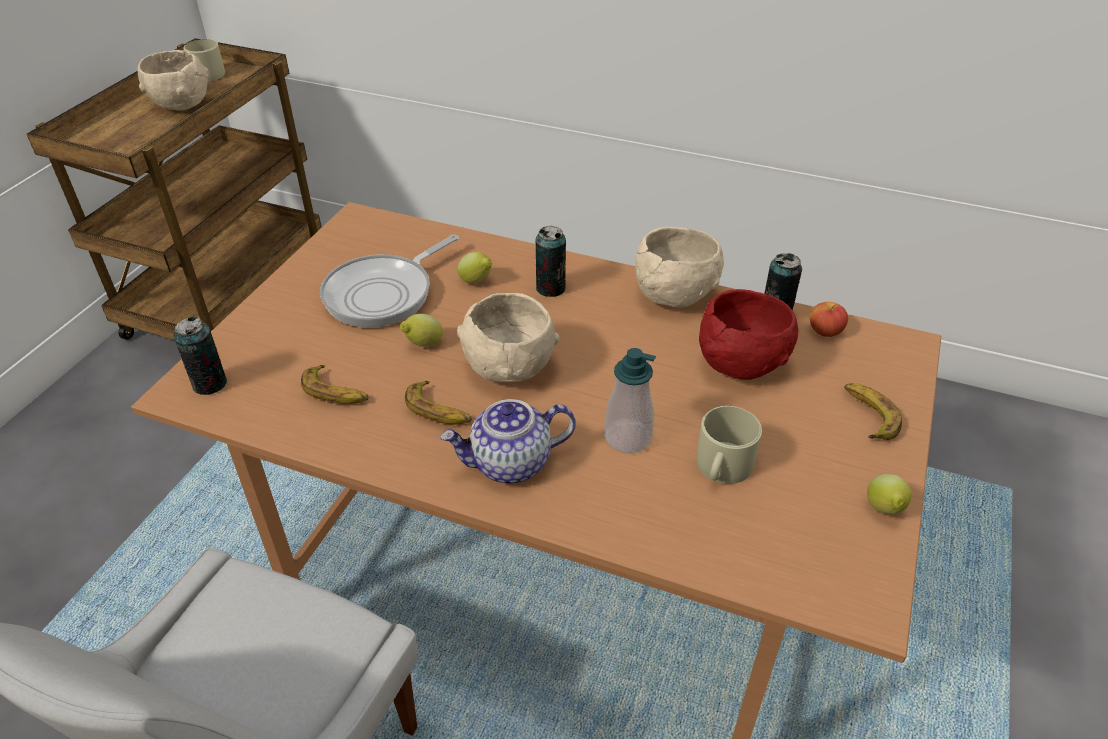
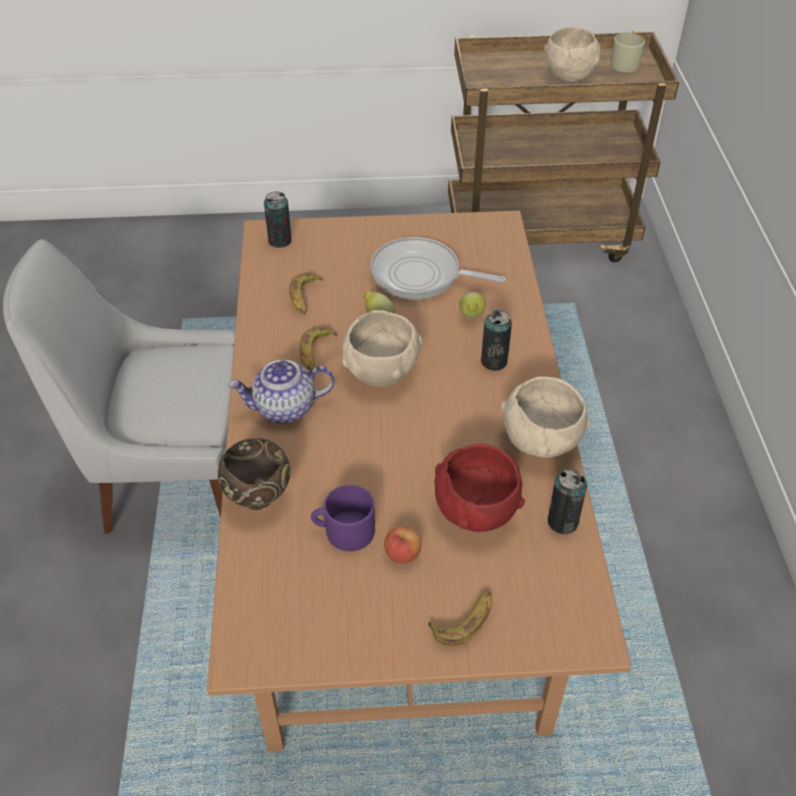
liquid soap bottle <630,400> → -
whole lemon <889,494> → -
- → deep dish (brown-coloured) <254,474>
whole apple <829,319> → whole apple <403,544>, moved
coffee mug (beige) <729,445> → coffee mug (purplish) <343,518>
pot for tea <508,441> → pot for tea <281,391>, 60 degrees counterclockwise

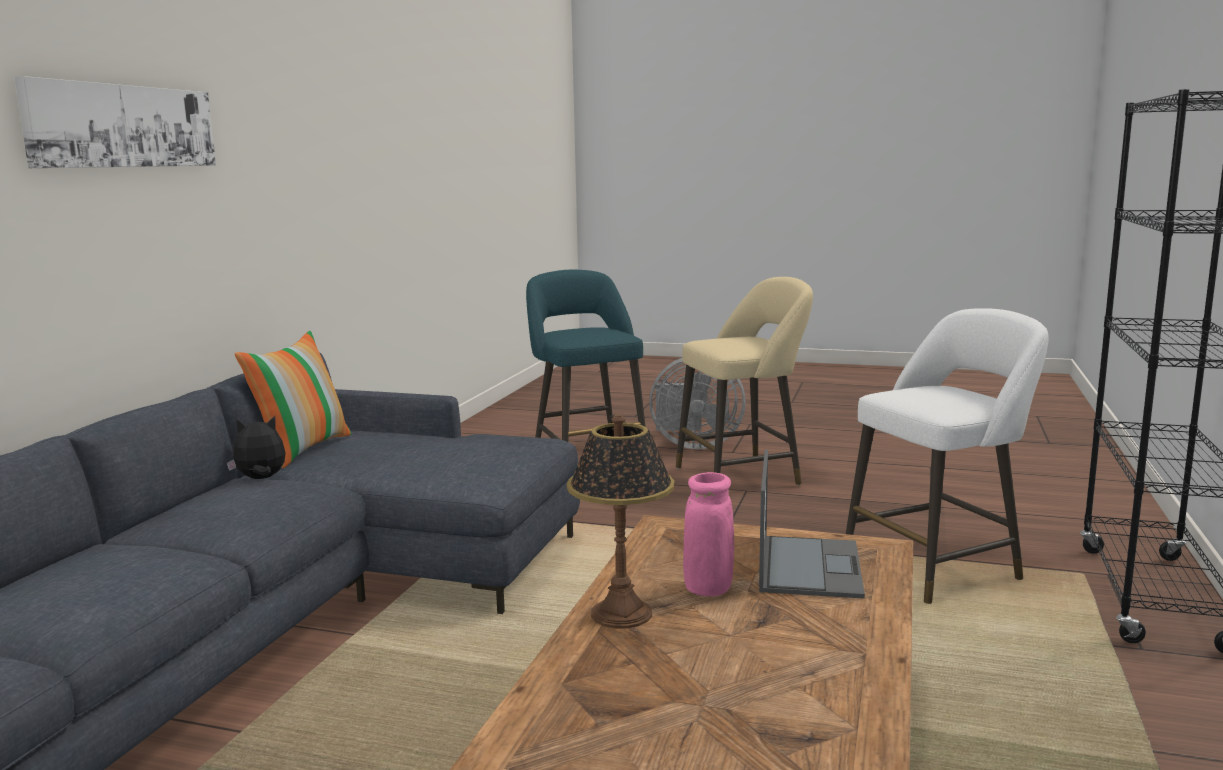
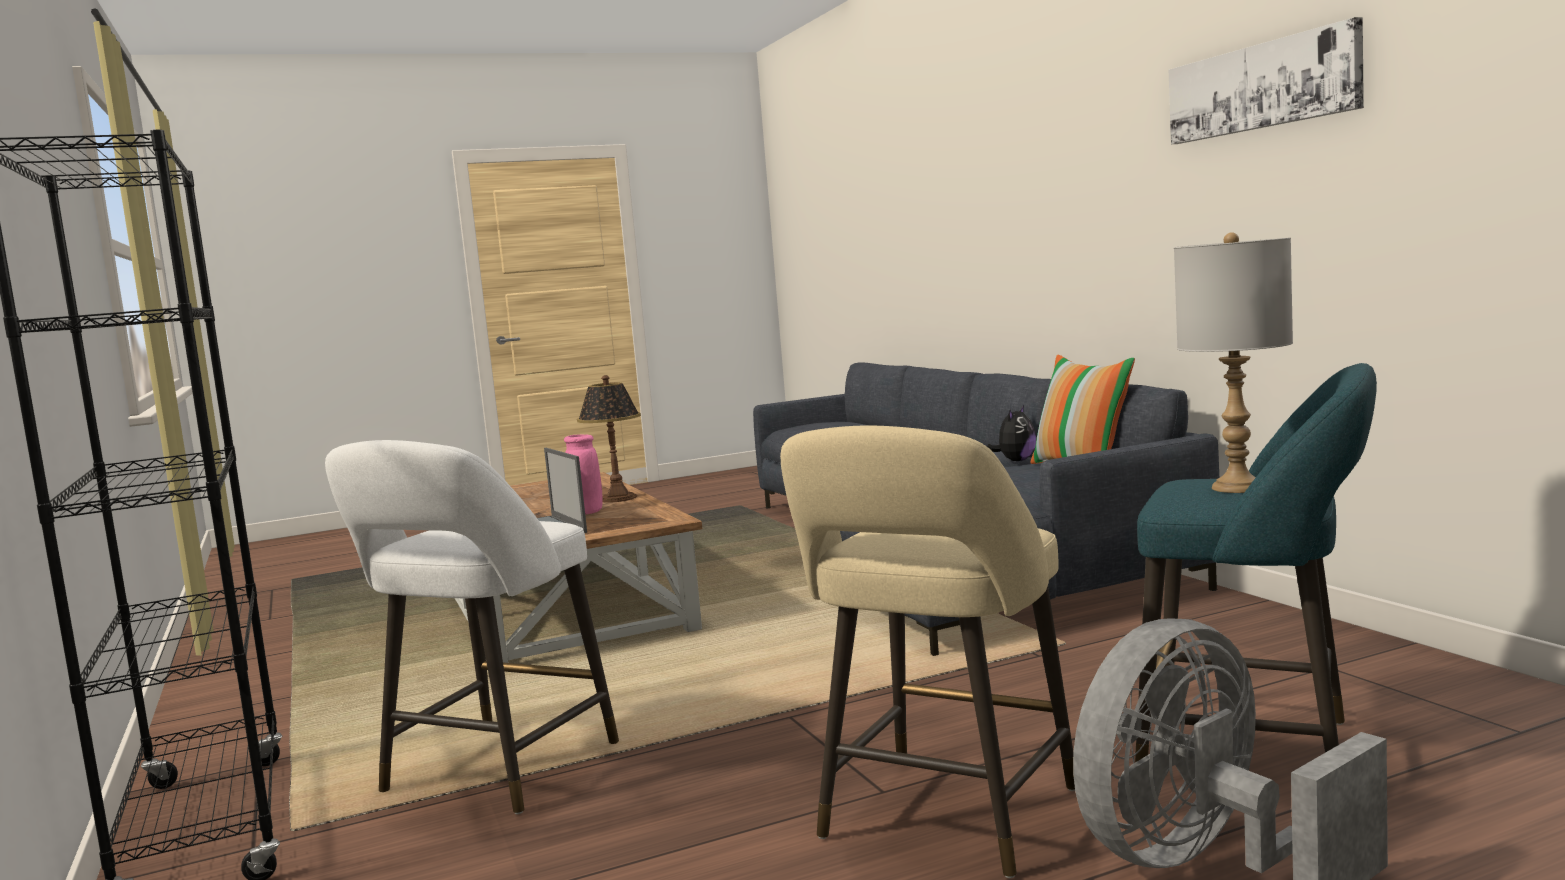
- → table lamp (gray) <1233,362>
wall art <115,122> → wall art <1266,80>, moved

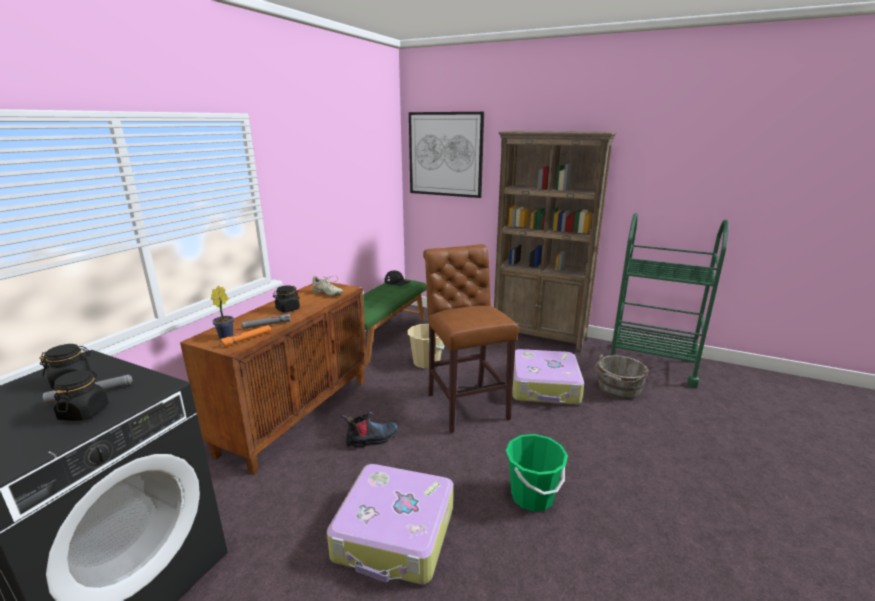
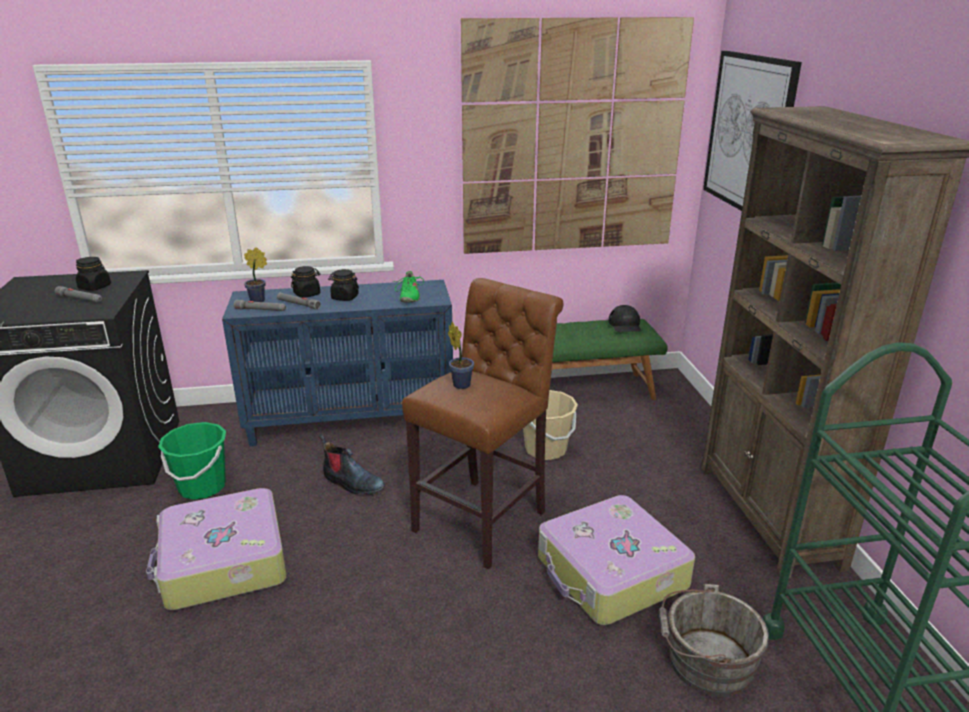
- → potted plant <461,355>
- → wall art <577,135>
jar (blackish) <81,395> → jar (blackish) <305,282>, moved
pail (greenish) <537,473> → pail (greenish) <192,461>, moved
cabinet (brown-coloured) <273,378> → cabinet (bluish) <337,363>
torch (orange-coloured) <245,336> → torch (gray) <260,305>
shoe (beige) <327,285> → shoe (greenish) <408,286>

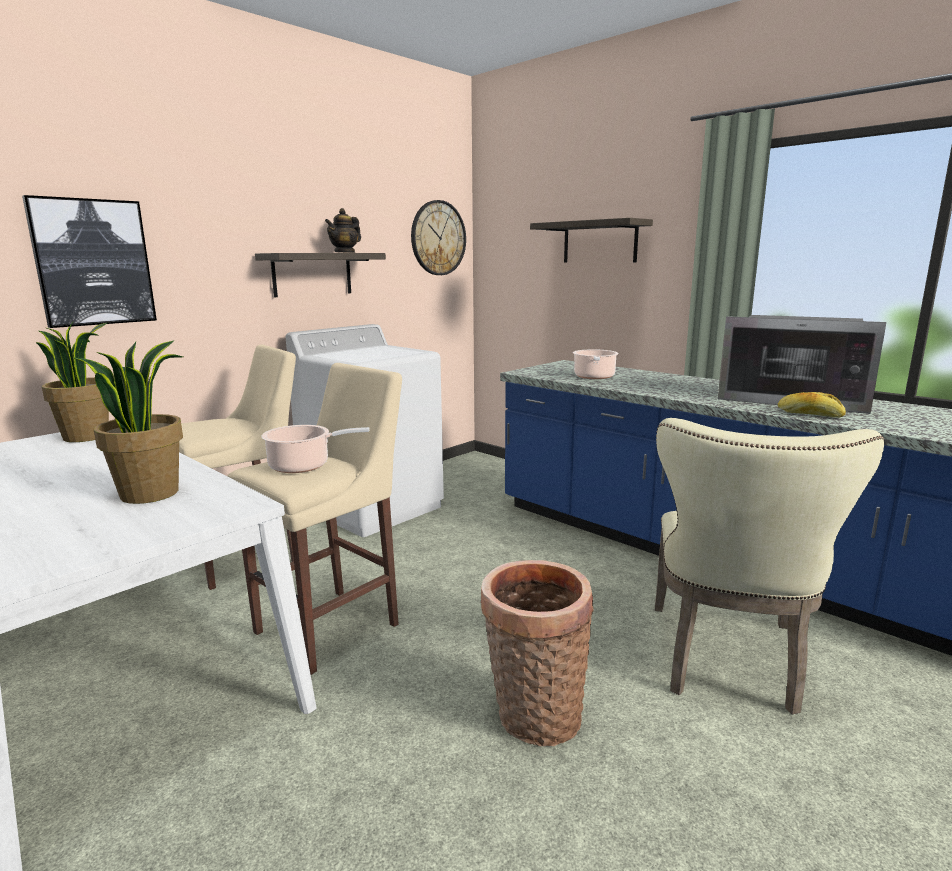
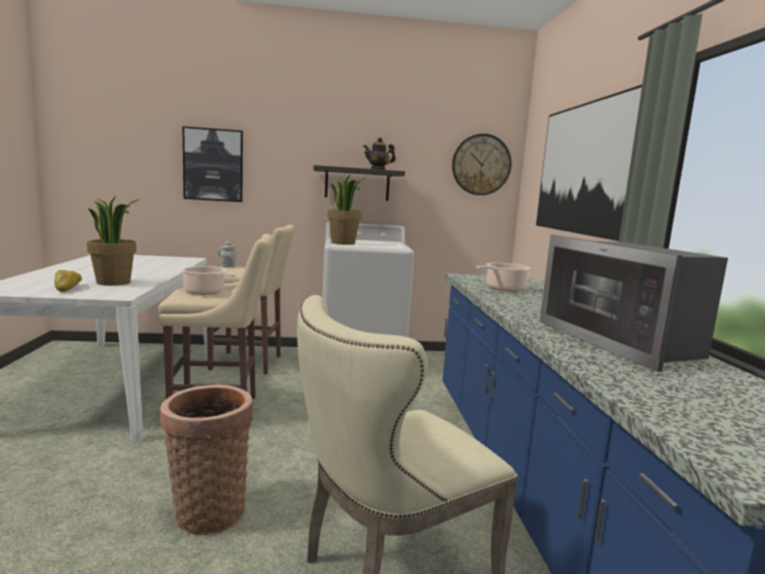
- → pot for tea (gray) <227,254>
potted plant <72,382> → potted plant <346,210>, moved
bakery bread <812,405> → bakery bread <68,281>, moved
shelf <591,240> → wall art <589,163>

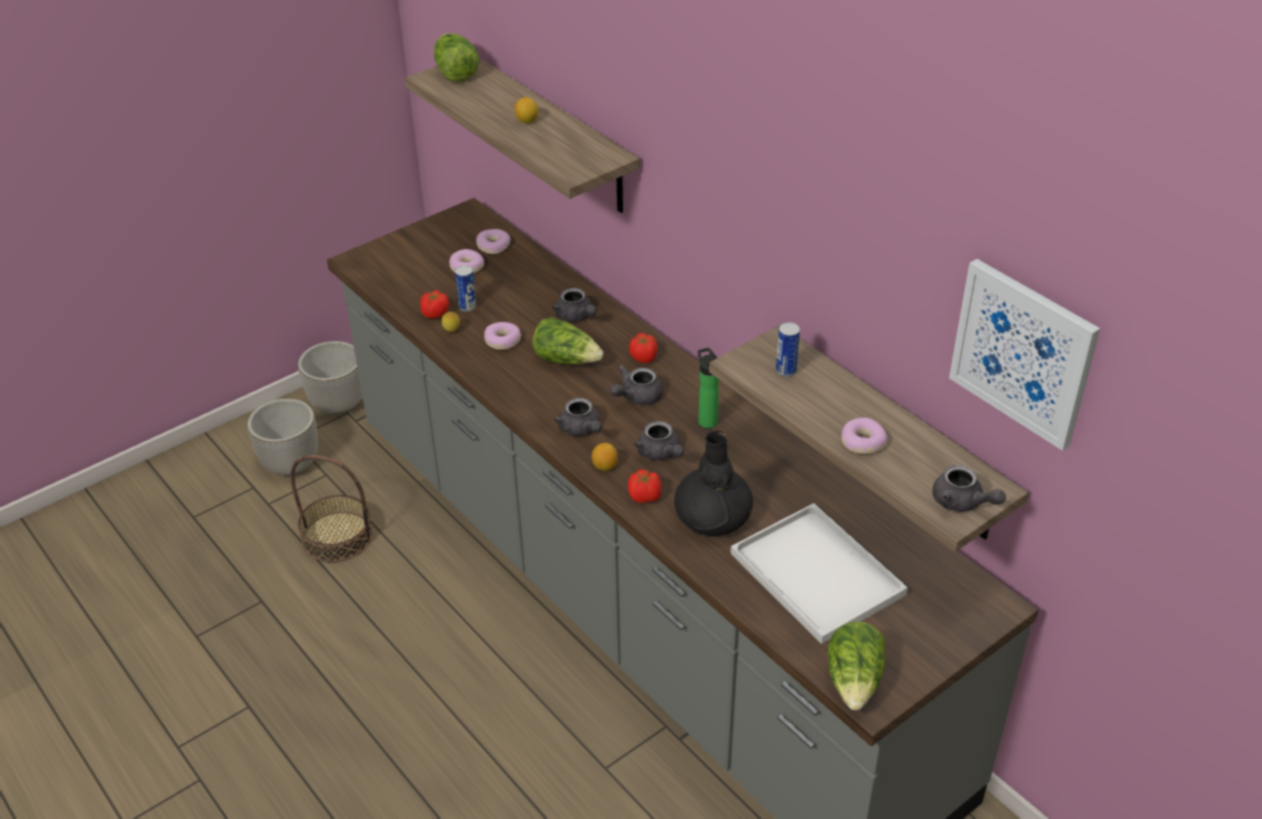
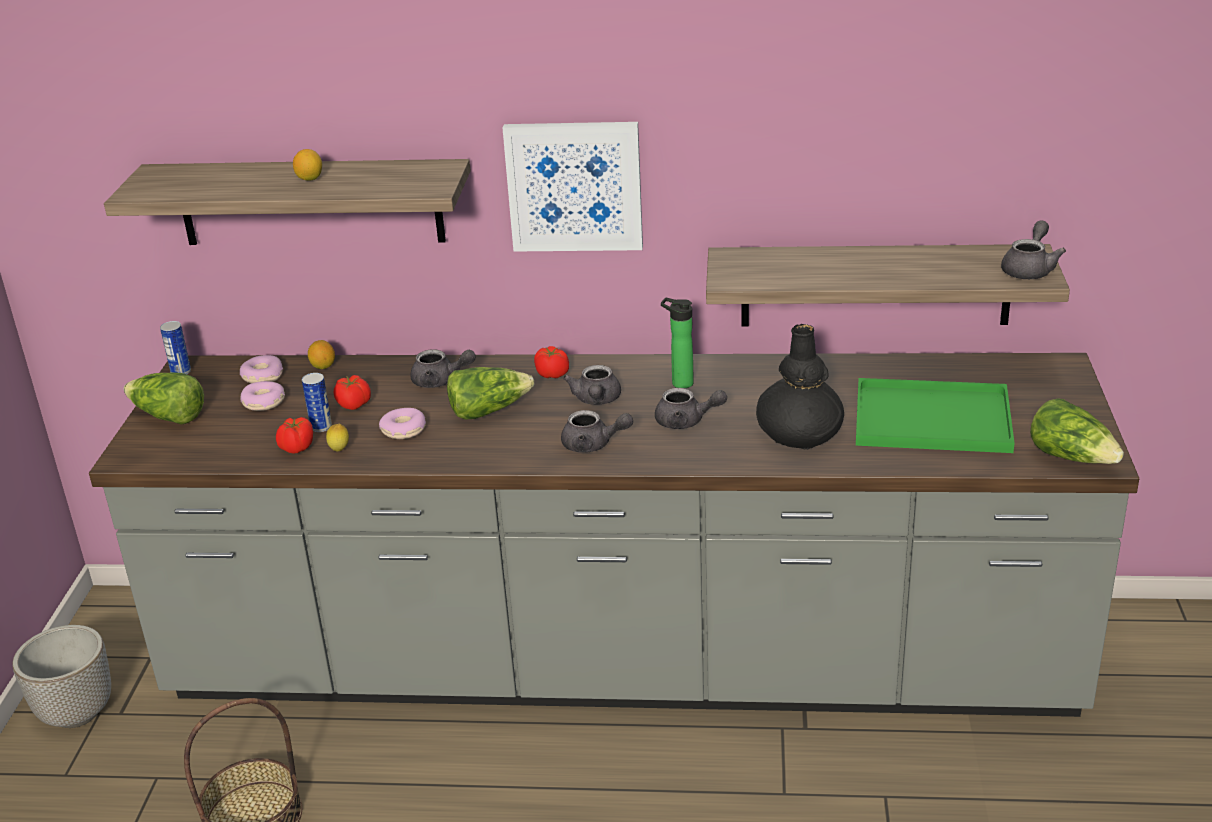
planter <282,437> → -
ring doughnut <864,436> → -
lettuce head <456,57> → lettuce head <164,398>, moved
whole lemon <604,457> → whole lemon <321,354>, moved
whole tomato <644,486> → whole tomato <352,392>, moved
metal can <788,349> → metal can <175,347>, moved
wall art <1024,355> → wall art <573,187>, moved
serving tray (white-coloured) <819,573> → serving tray (greenish) <935,415>
pot for tea (gray) <969,488> → pot for tea (gray) <1033,249>, 60 degrees counterclockwise

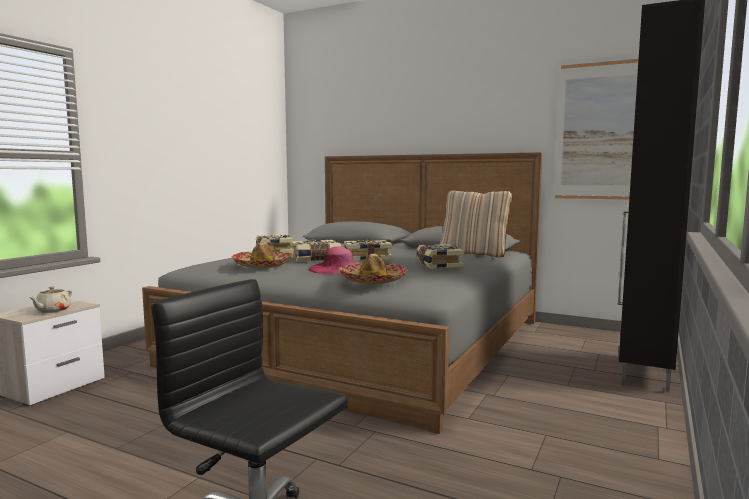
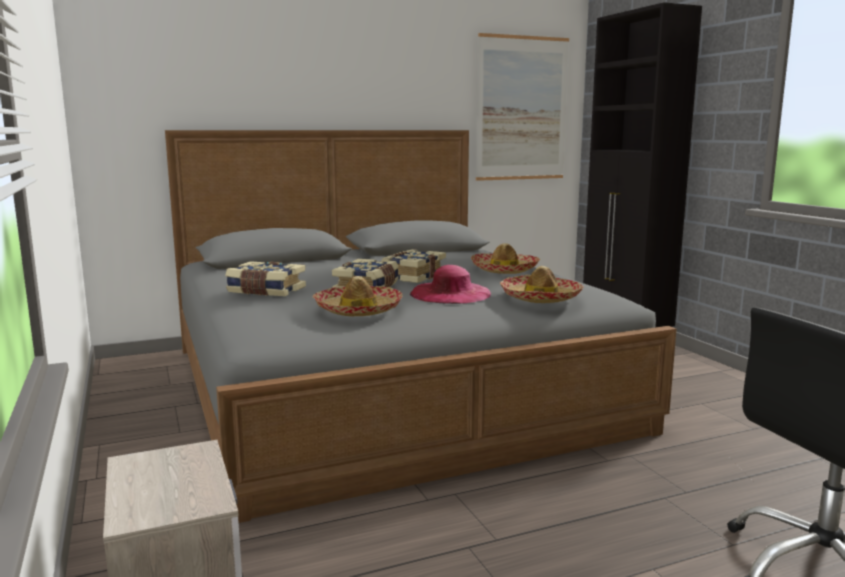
pot for tea (beige) <50,299> → -
cushion (beige) <476,223> → -
bound book <440,256> → clothing hat <505,258>

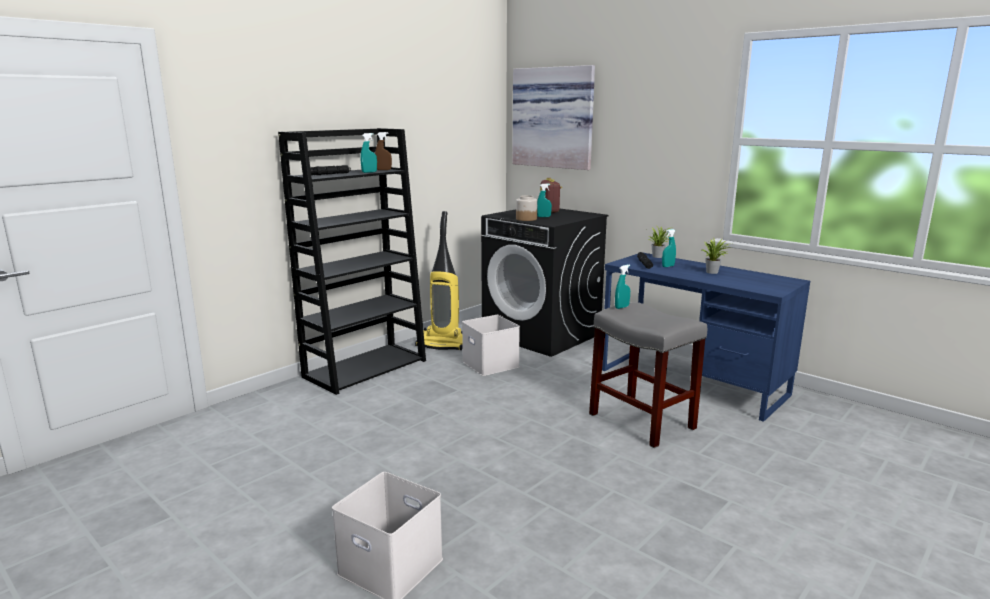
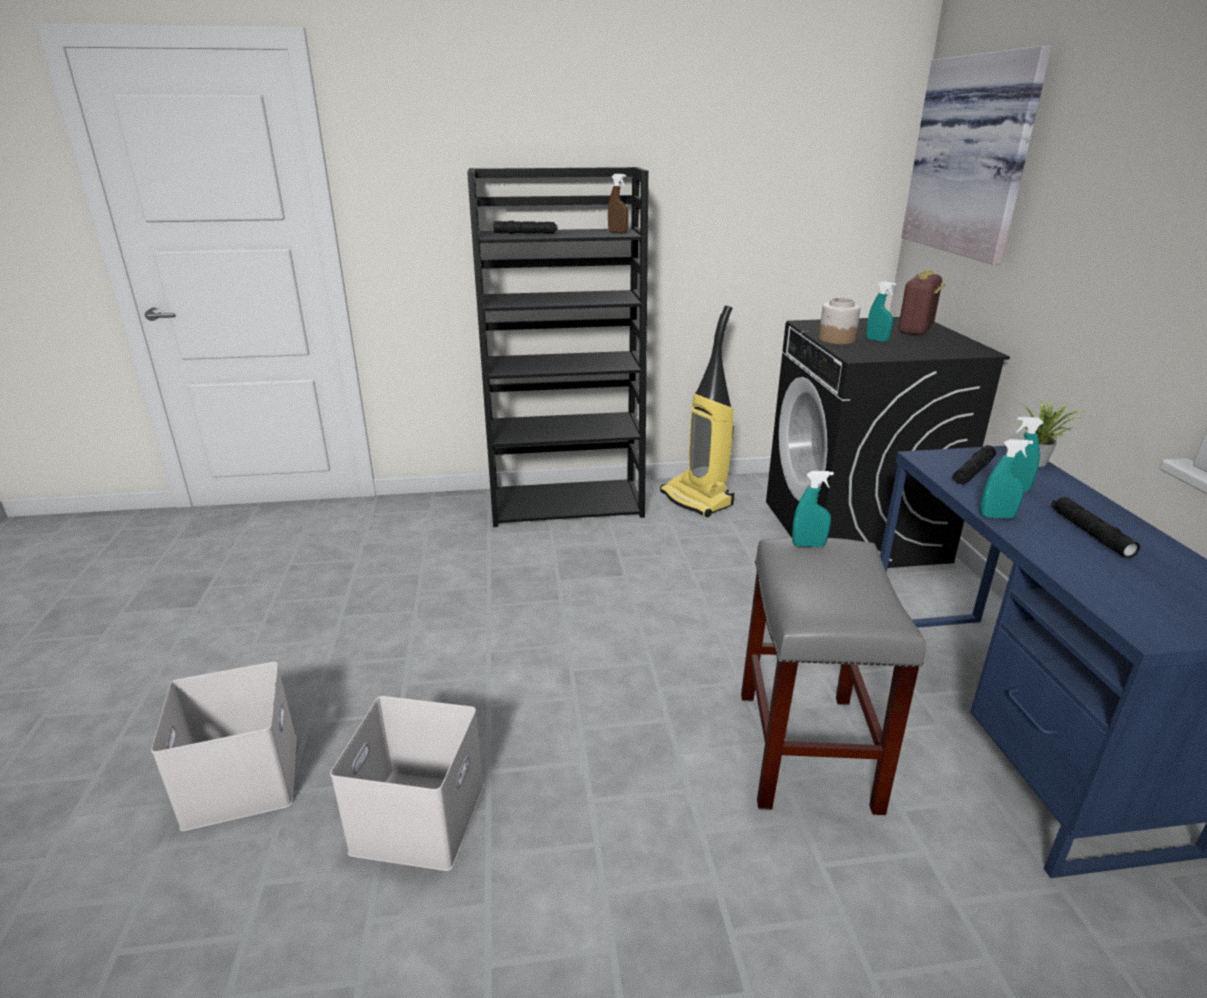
sprayer (turquoise) <369,153> → sprayer (turquoise) <1006,479>, moved
storage box (white-coloured) <491,345> → storage box (white-coloured) <407,783>, moved
potted plant <717,256> → torch (blackish) <1096,527>

